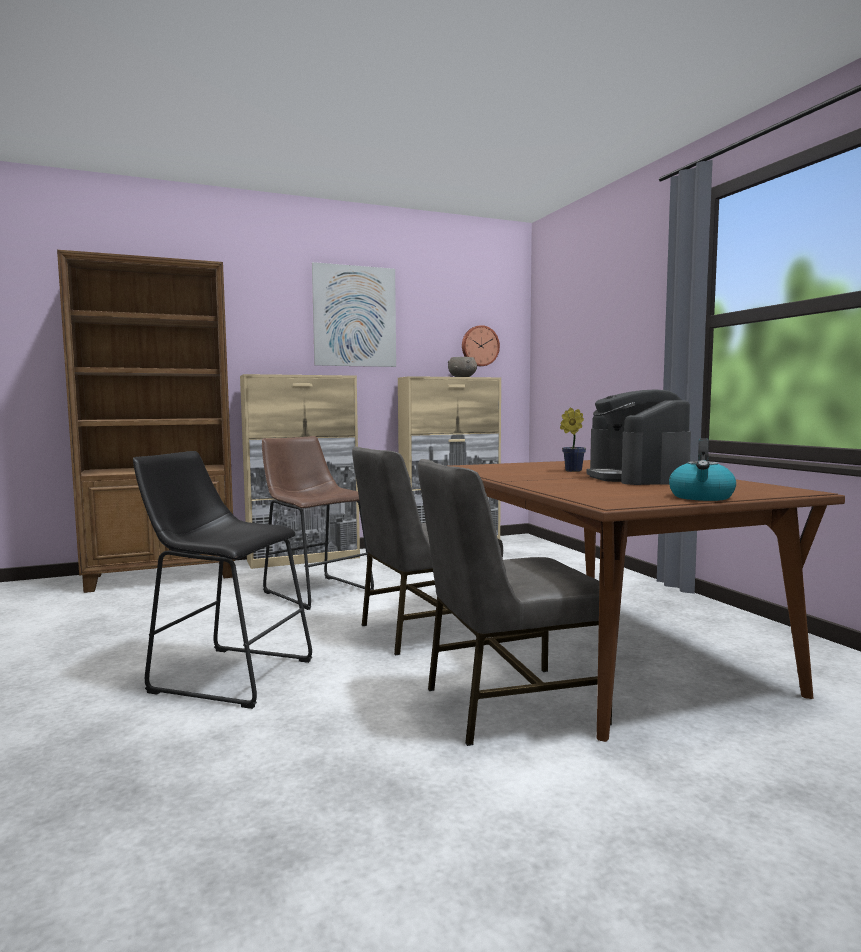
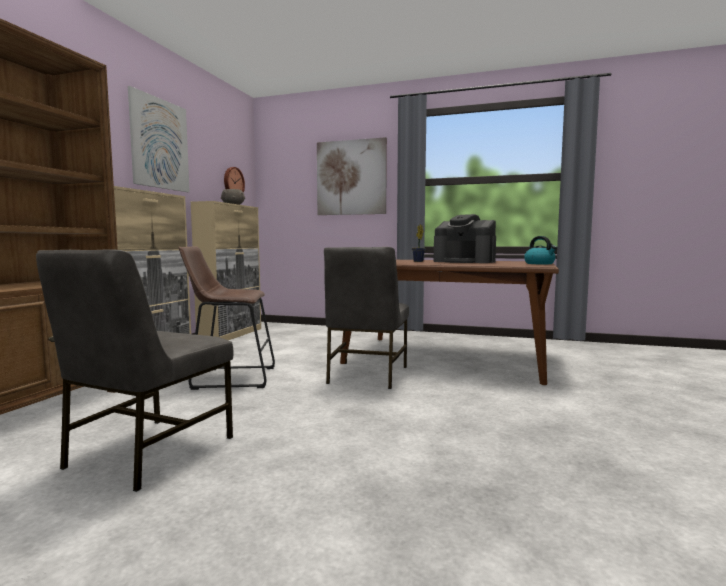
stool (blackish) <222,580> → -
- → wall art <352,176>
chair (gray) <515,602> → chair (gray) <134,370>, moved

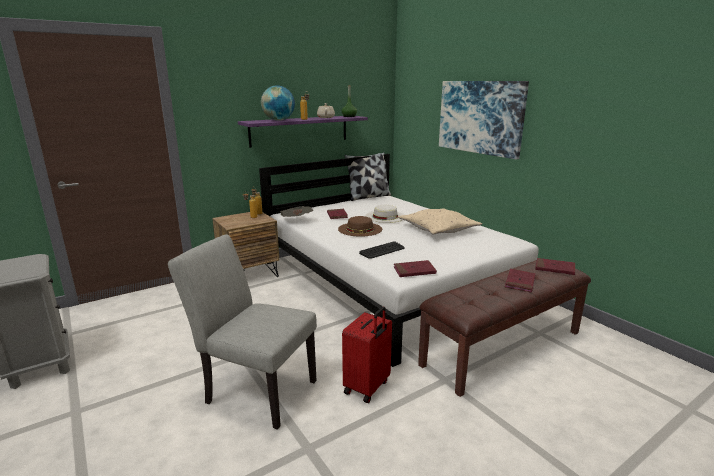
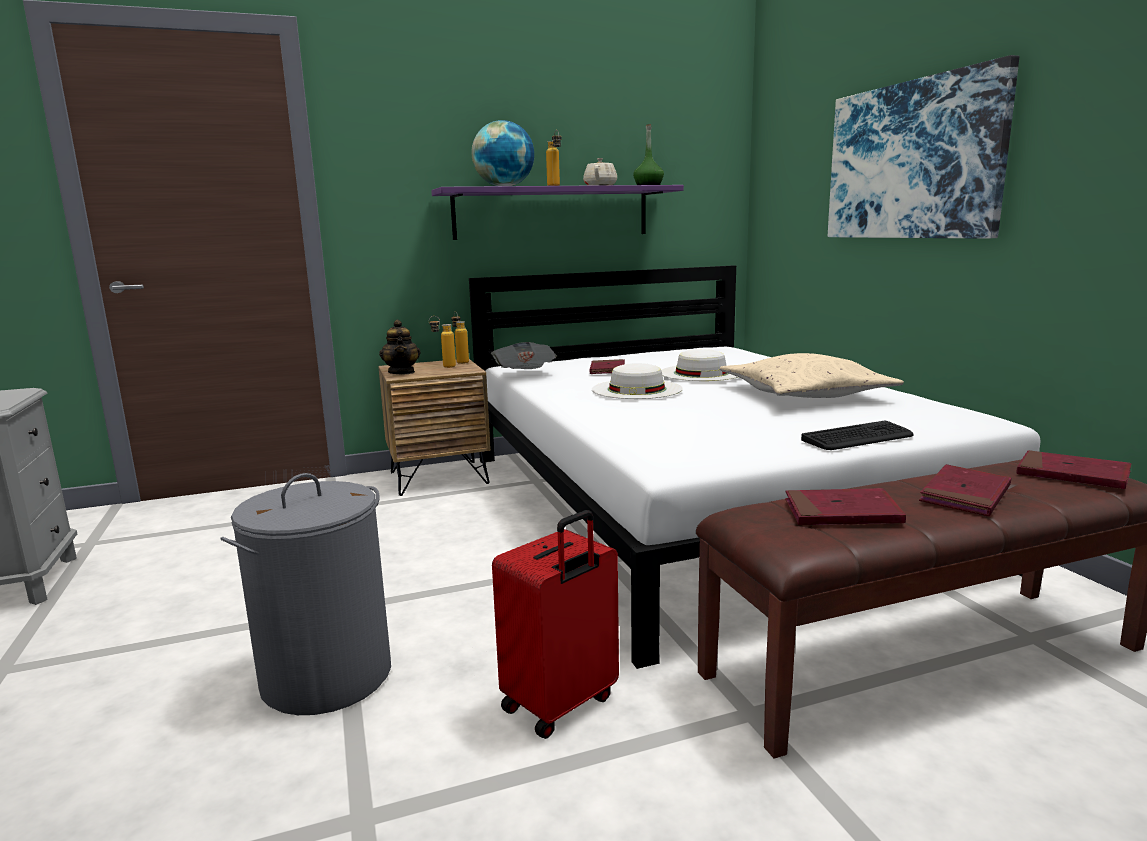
cushion <367,176> → -
- → pot for tea <400,347>
keyboard <382,250> → keyboard <857,435>, moved
bound book (red-coloured) <415,268> → bound book (red-coloured) <845,506>, moved
chair (gray) <242,332> → laundry basket (gray) <306,594>
clothing hat (brown-coloured) <360,226> → clothing hat (white-coloured) <637,381>

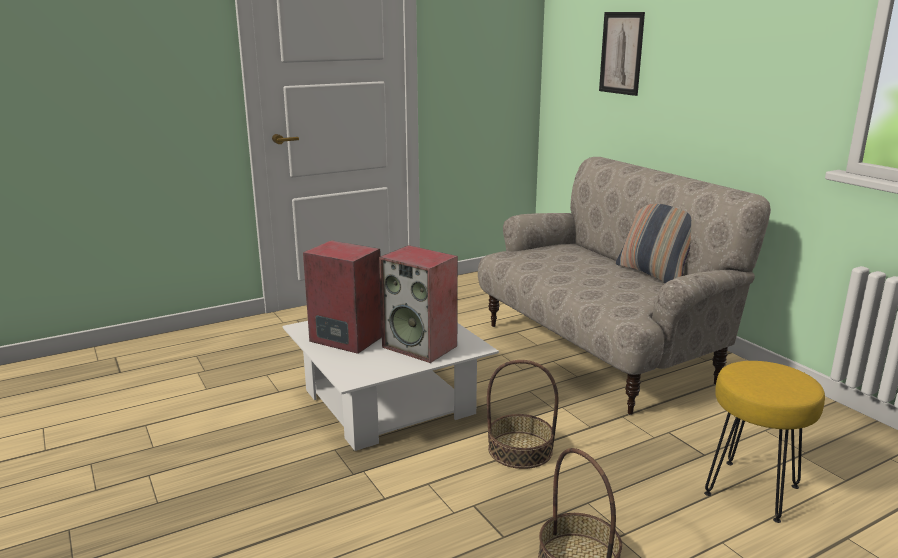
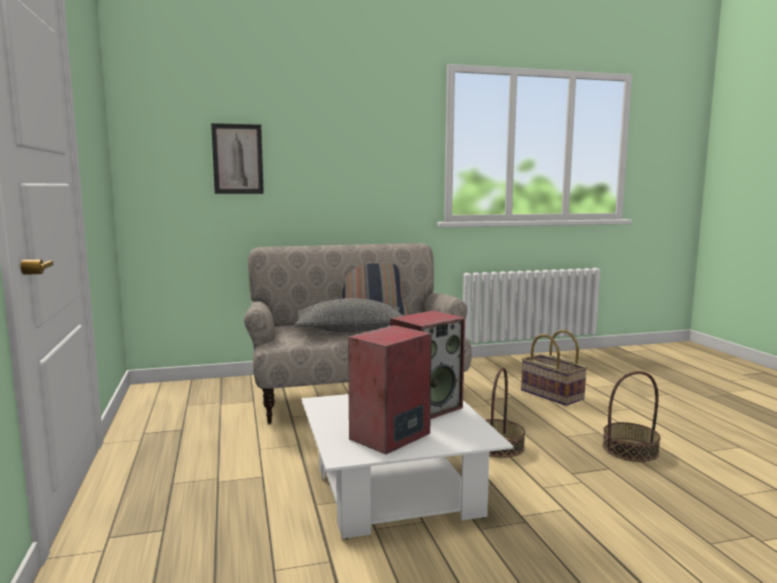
- → cushion (gray) <348,315>
stool (yellowish) <764,442> → basket <554,368>

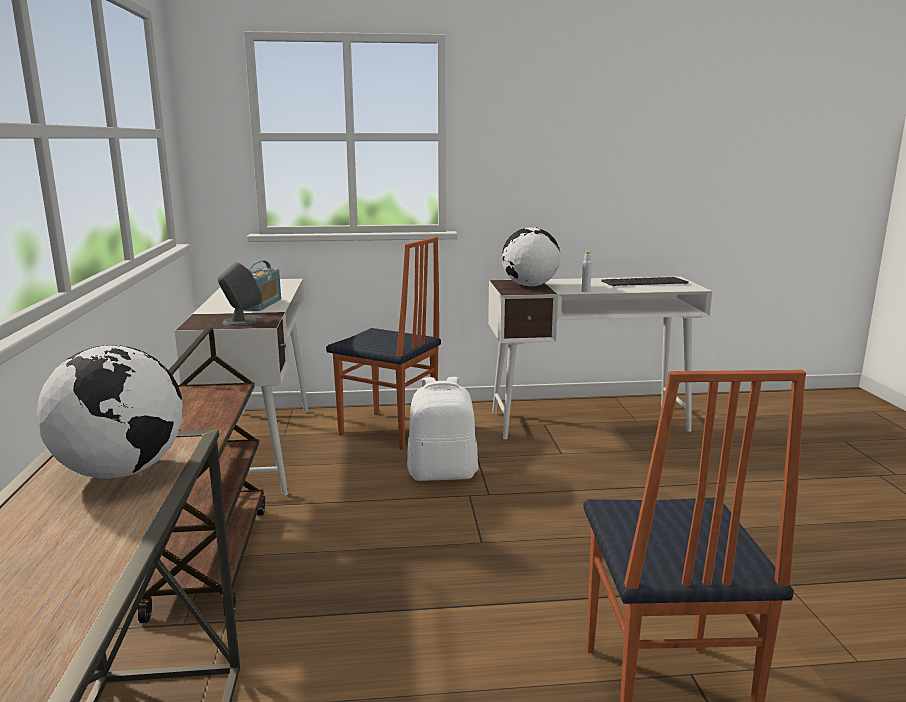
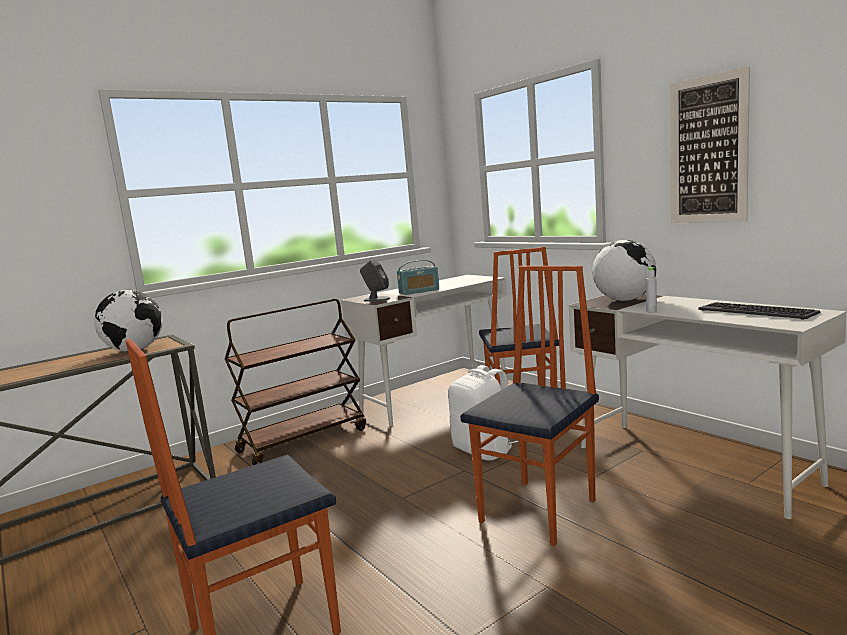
- → chair <529,406>
- → wall art <710,144>

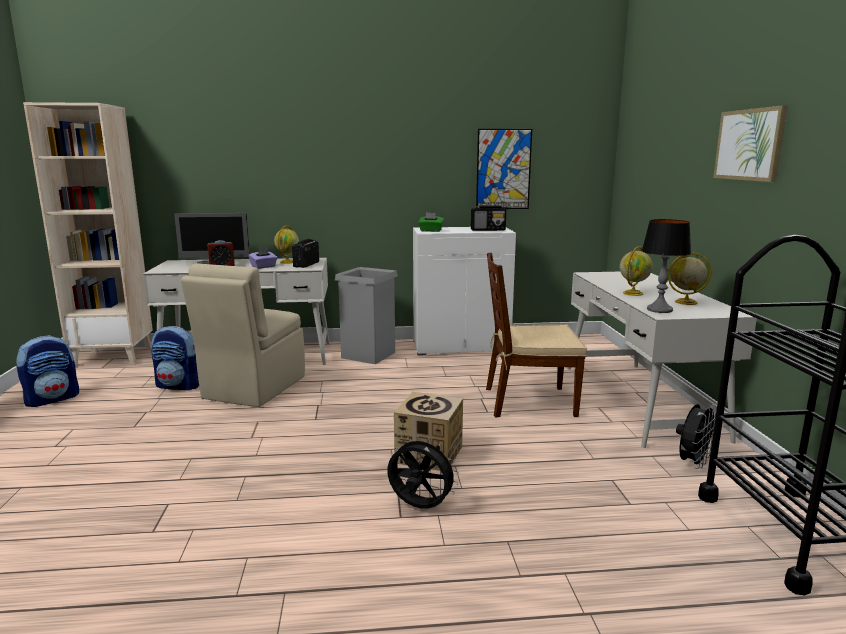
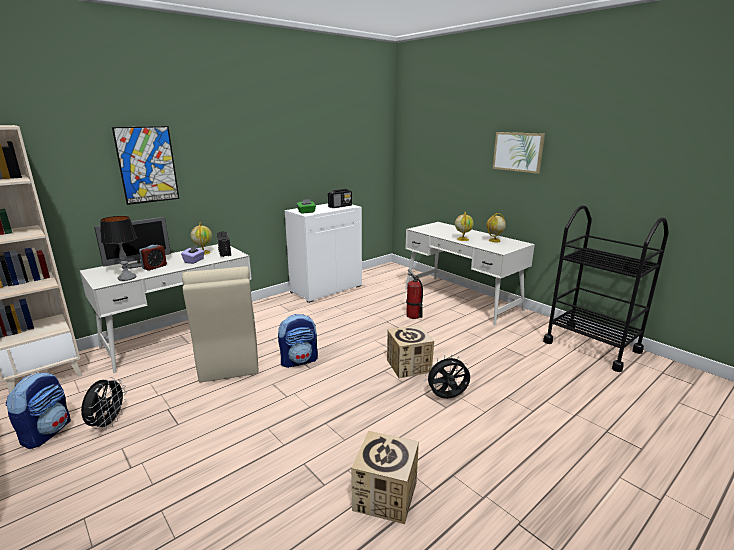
rubbish bin (gray) <366,315> → -
- → packing box <385,477>
knapsack <175,358> → knapsack <298,341>, moved
wall art <504,169> → wall art <145,165>, moved
table lamp <666,266> → table lamp <118,248>, moved
electric fan (blackish) <696,436> → electric fan (blackish) <104,403>, moved
chair (brown-coloured) <536,335> → fire extinguisher <414,294>

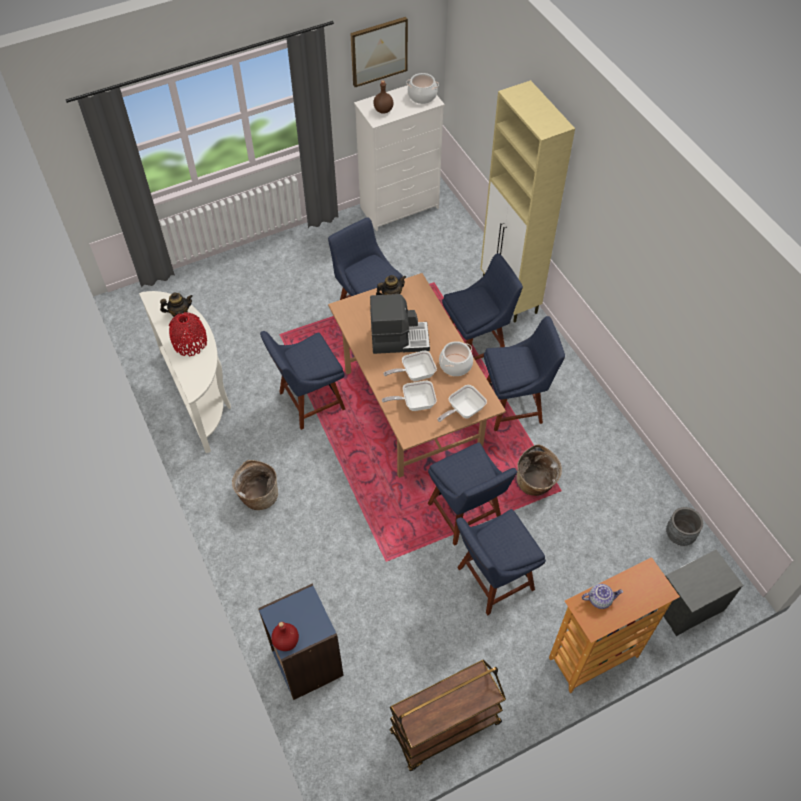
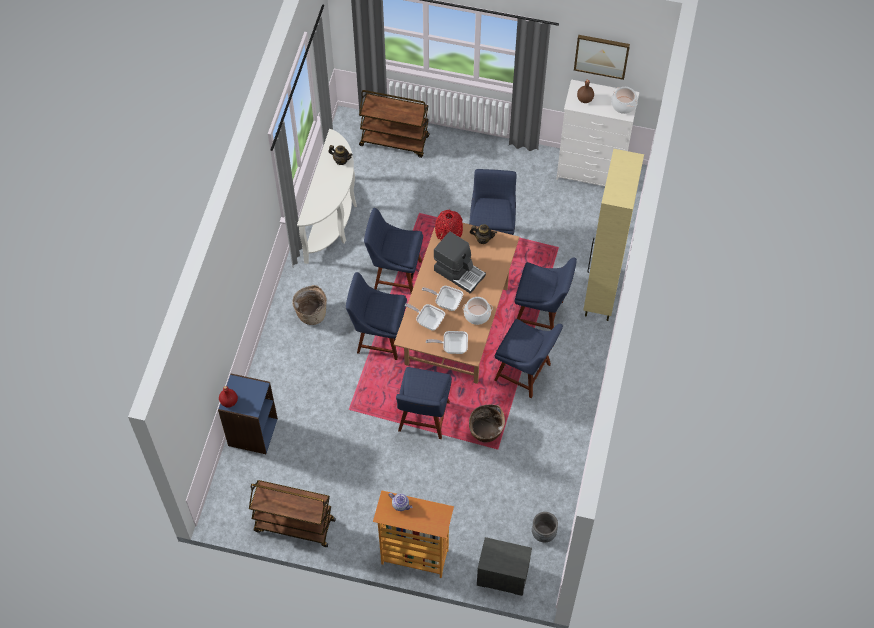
- → cart (brown-coloured) <394,124>
flower vase (red-coloured) <188,334> → flower vase (red-coloured) <449,225>, moved
chair (bluish) <501,562> → chair (bluish) <376,316>, moved

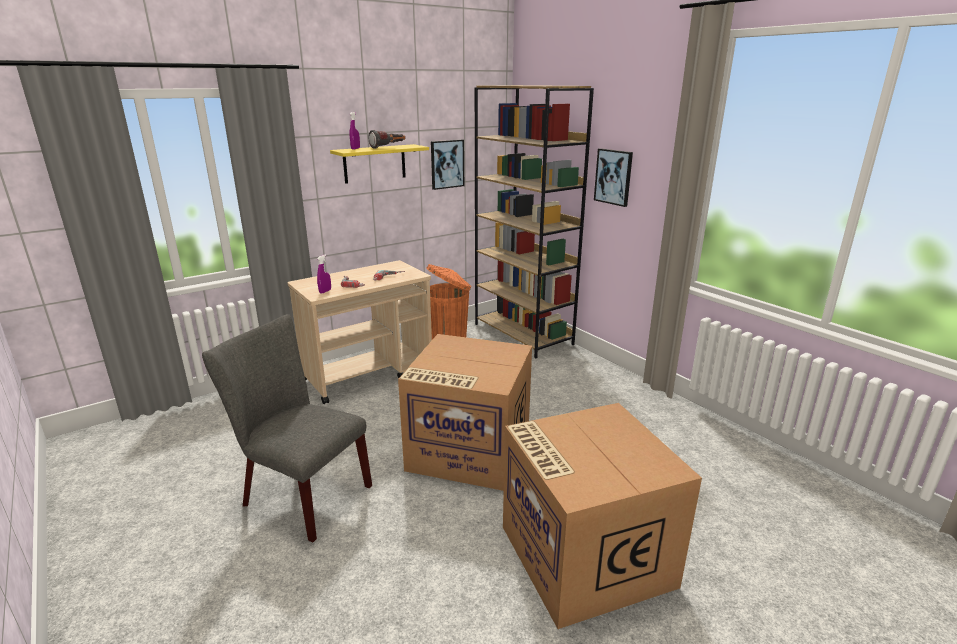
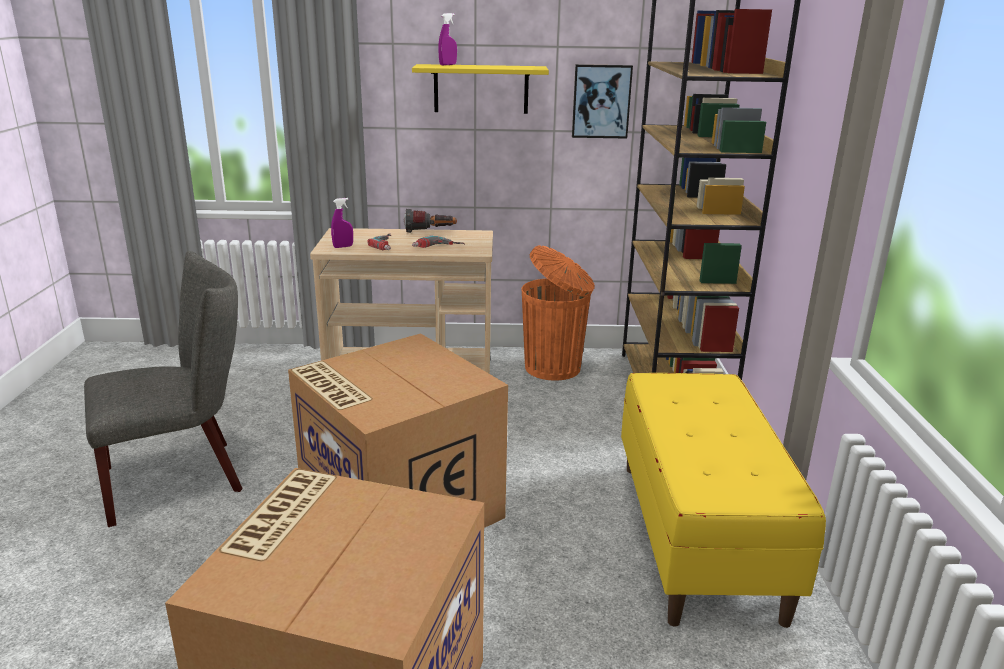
wall art <613,177> → -
- → indoor bench (yellowish) <723,500>
torch <387,139> → torch <430,221>, moved
chair (gray) <287,428> → chair (gray) <163,389>, 90 degrees clockwise

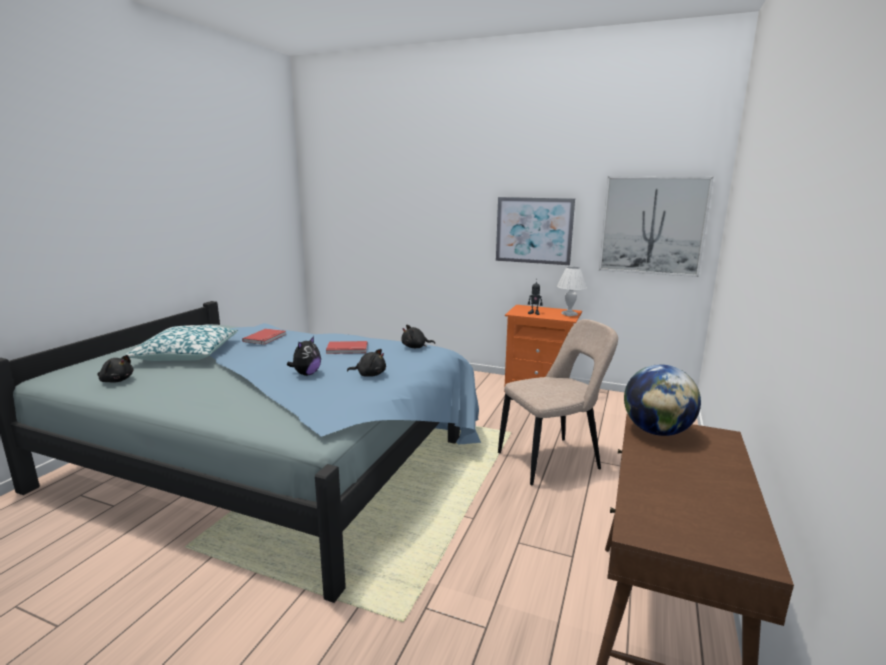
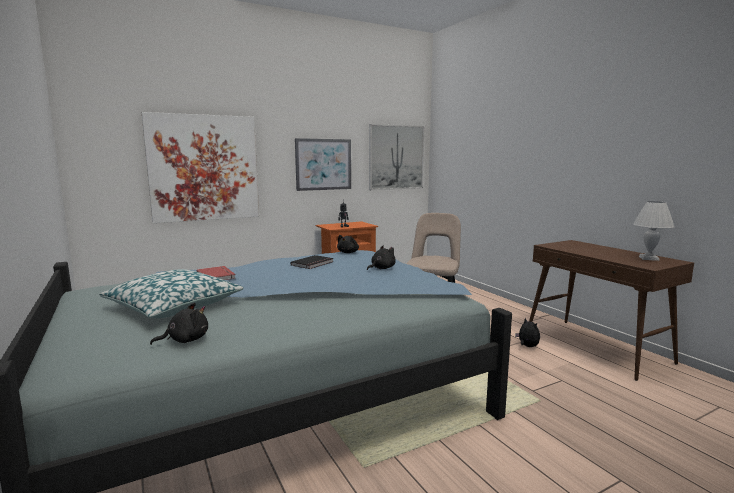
world globe <662,400> → -
- → wall art <200,167>
soft toy <304,356> → soft toy <527,332>, moved
table lamp (white-coloured) <572,291> → table lamp (white-coloured) <653,231>, moved
bound book (red-coloured) <346,347> → bound book (blackish) <312,262>

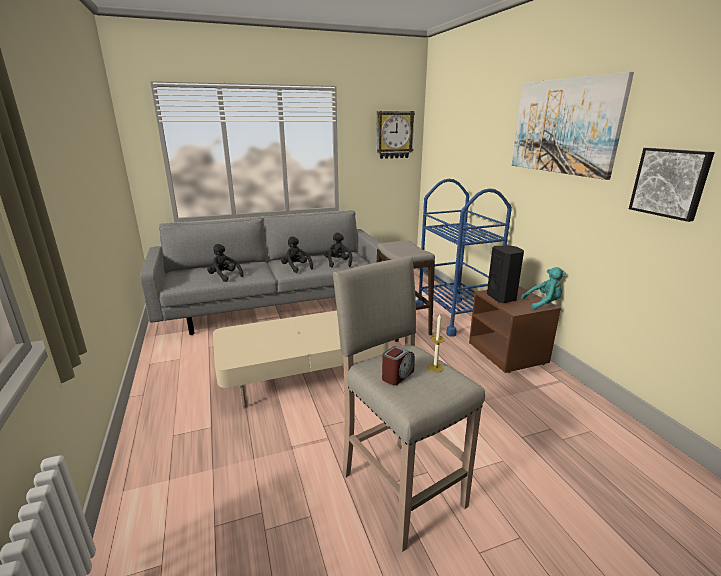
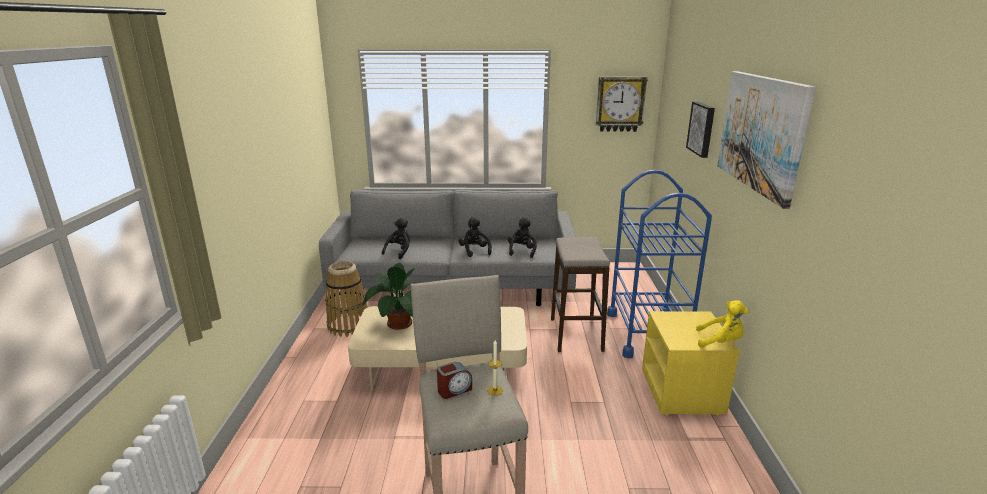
loudspeaker (blackish) <505,274> → -
- → basket <346,299>
- → potted plant <389,296>
wall art <672,185> → wall art <700,130>, moved
night table (brown-coloured) <515,329> → night table (yellowish) <691,363>
soft toy (turquoise) <543,288> → soft toy (yellowish) <722,324>
soft toy (blackish) <225,263> → soft toy (blackish) <396,238>, 60 degrees clockwise

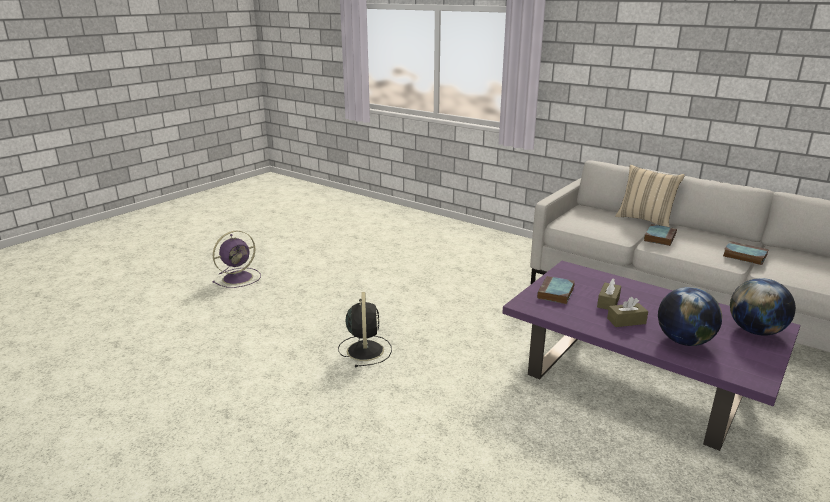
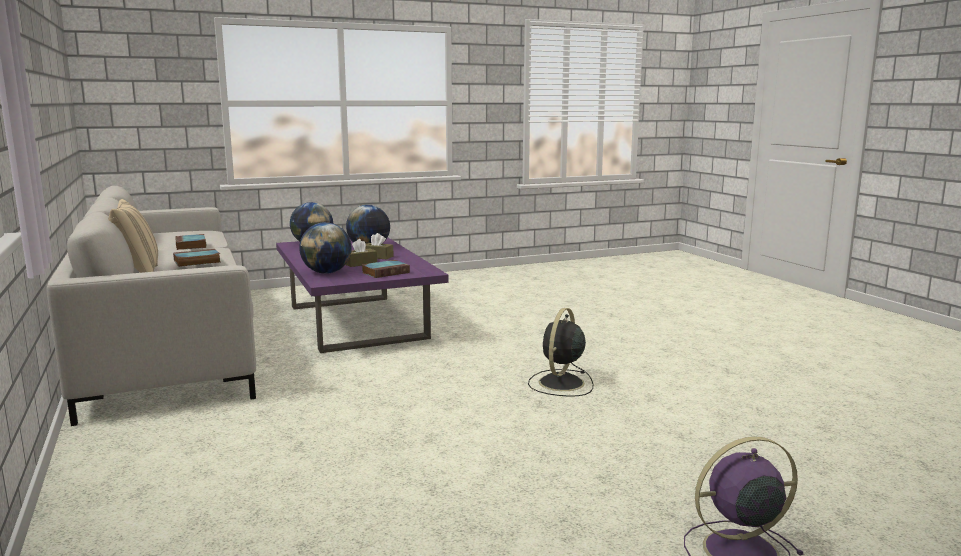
- → world globe <325,248>

